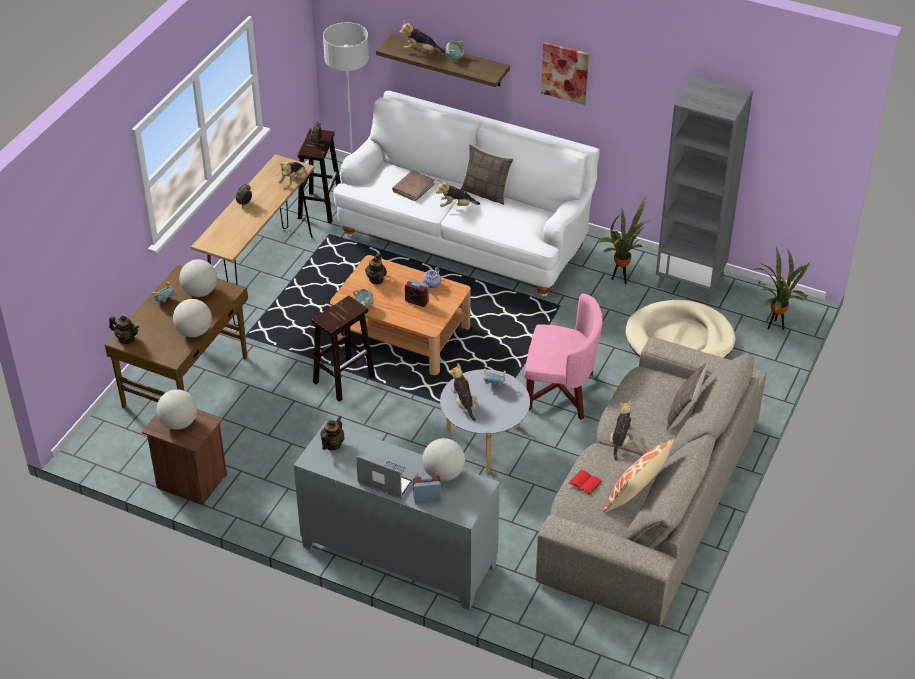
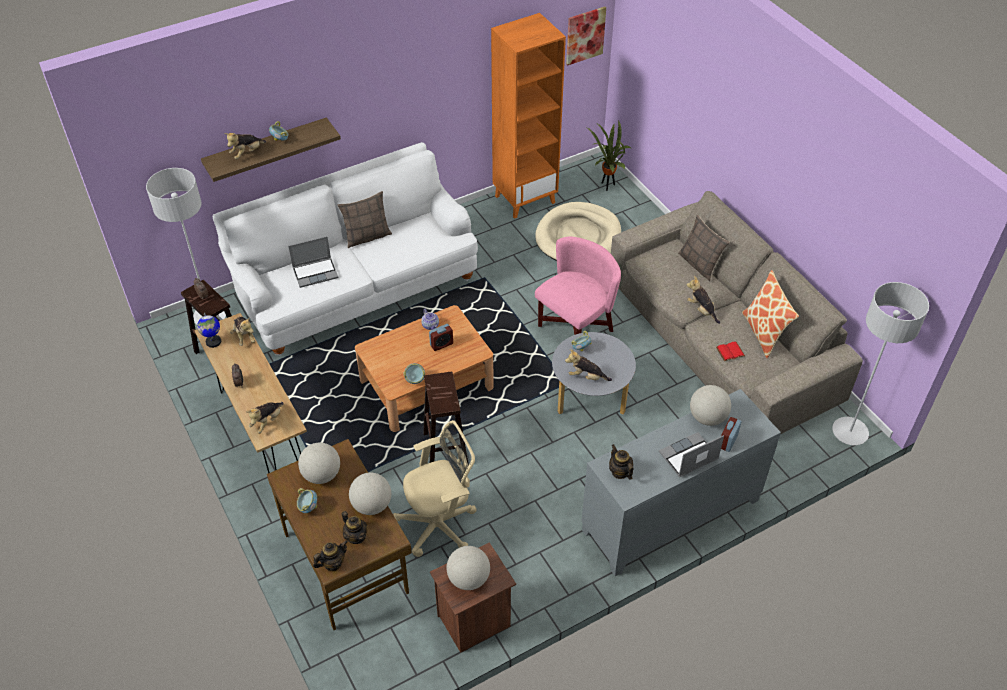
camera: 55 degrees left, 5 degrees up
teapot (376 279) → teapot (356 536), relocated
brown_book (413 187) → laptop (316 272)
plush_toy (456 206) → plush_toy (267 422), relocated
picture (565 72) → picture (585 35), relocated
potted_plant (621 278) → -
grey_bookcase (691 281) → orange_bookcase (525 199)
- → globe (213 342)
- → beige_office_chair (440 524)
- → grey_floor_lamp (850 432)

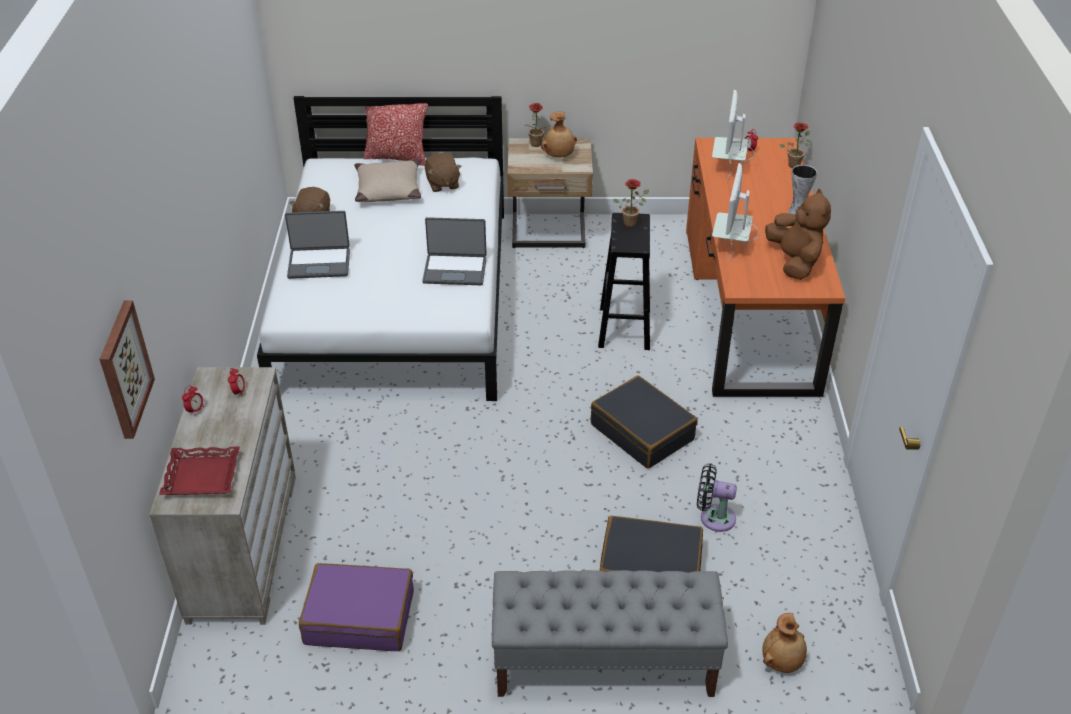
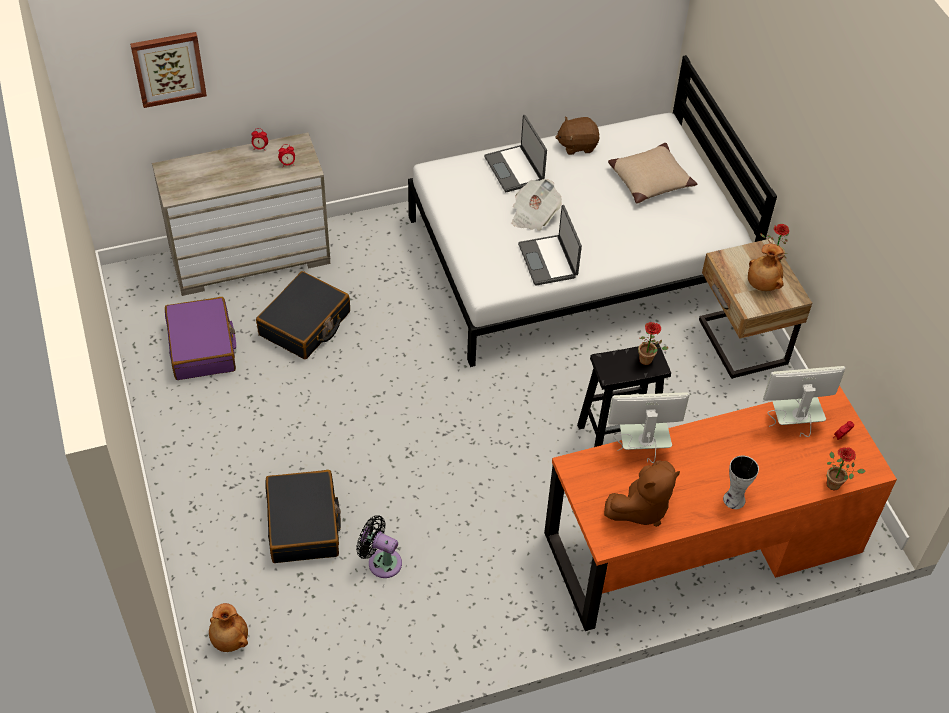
camera: 70 degrees right, 10 degrees up
red_tray (201 476) → -
pillow (397 157) → -
brown_plush_toy (442 184) → -
grey_bench (603 663) → -
black_suitcase (642 432) → black_suitcase (305 324), relocated
black_fan (713 517) → black_fan (381 561), 60 degrees counterclockwise
- → newspaper (533 215)

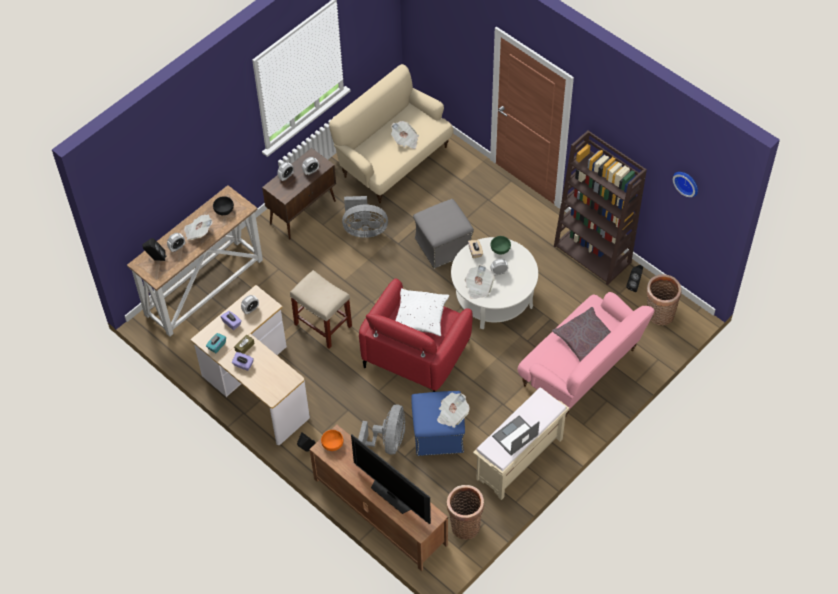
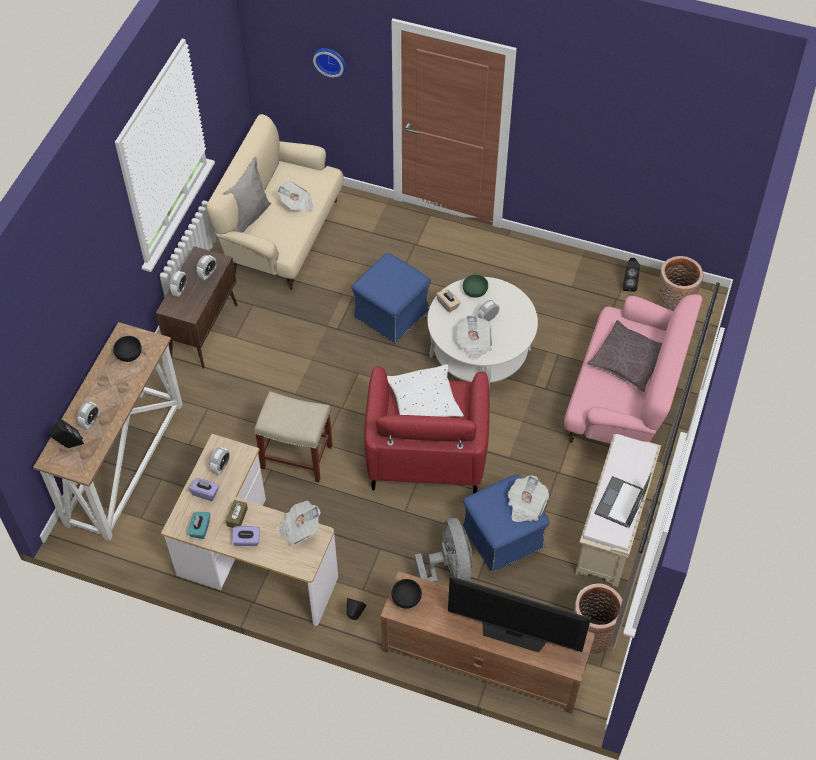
camera: 25 degrees left, 0 degrees up
newspaper (198 232) → newspaper (299 528), relocated
orange_bowl (332 444) → black_bowl (406 598)
grey_fan (364 230) → -
grey_ottoman (442 246) → blue_ottoman (391 314)
brown_bookcase (593 254) → -
wall_clock (687 182) → wall_clock (330 60), relocated
- → grey_pillow (250 217)

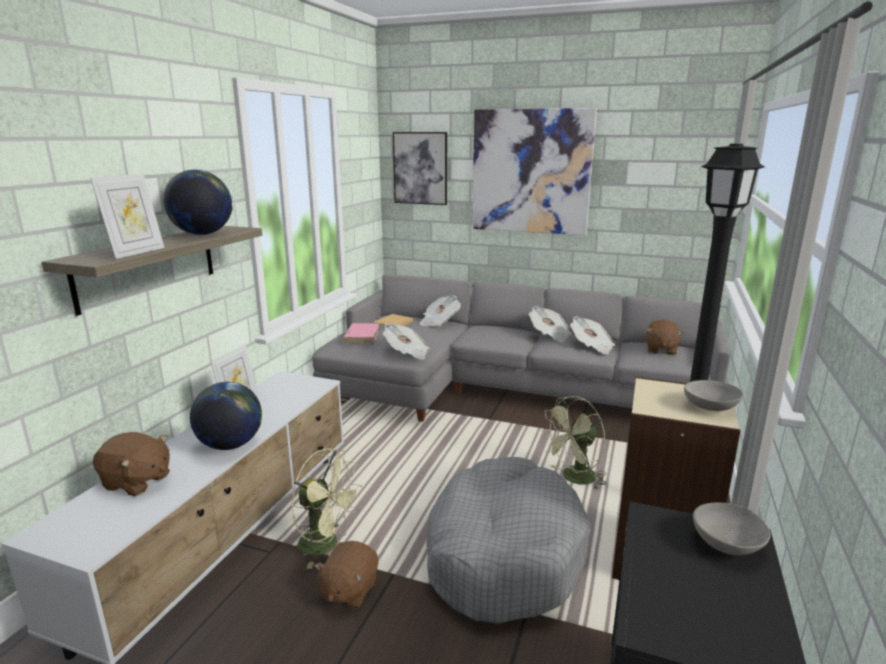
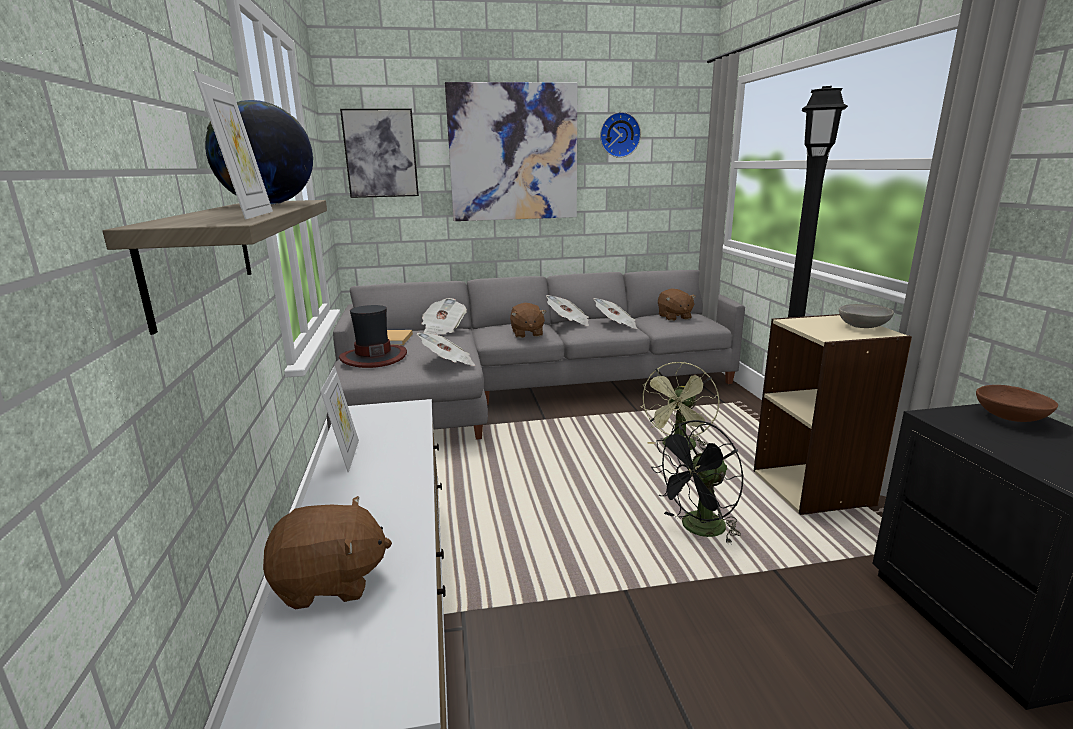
camera: 30 degrees left, 0 degrees up
globe (230 445) → -
green_fan (326 544) → -
brown_plush_toy (348 590) → brown_plush_toy (527 334), relocated
pink_book (361 336) → hat (373 357)
grey_dog_bed (503 553) → black_fan (698 529)
grey_bowl (726 544) → brown_bowl (1009 418)
- → wall_clock (619 135)

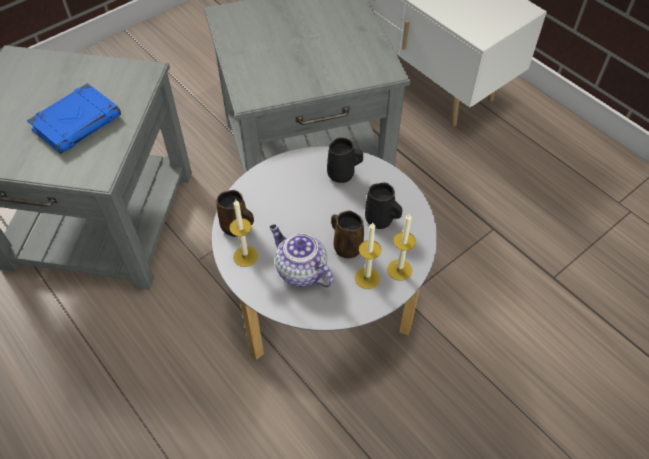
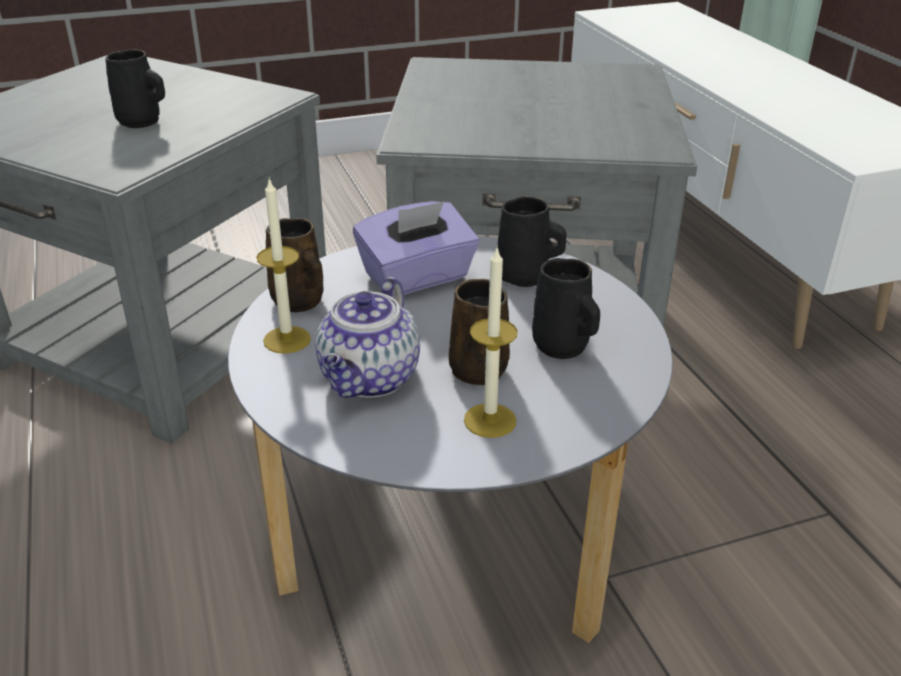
camera: 20 degrees right, 20 degrees down
blue_book (77 122) → black_mug (141 122)
teapot (300 270) → teapot (369 380), 135 degrees counterclockwise
candle (399 270) → -
- → purple_tissue_box (417 277)

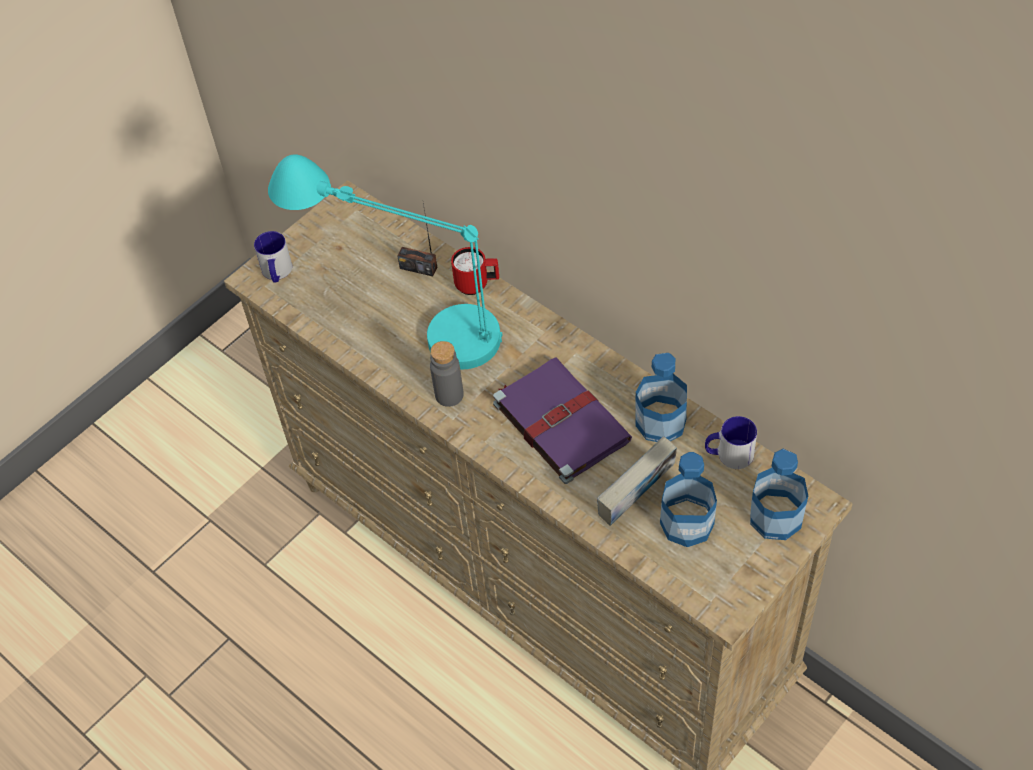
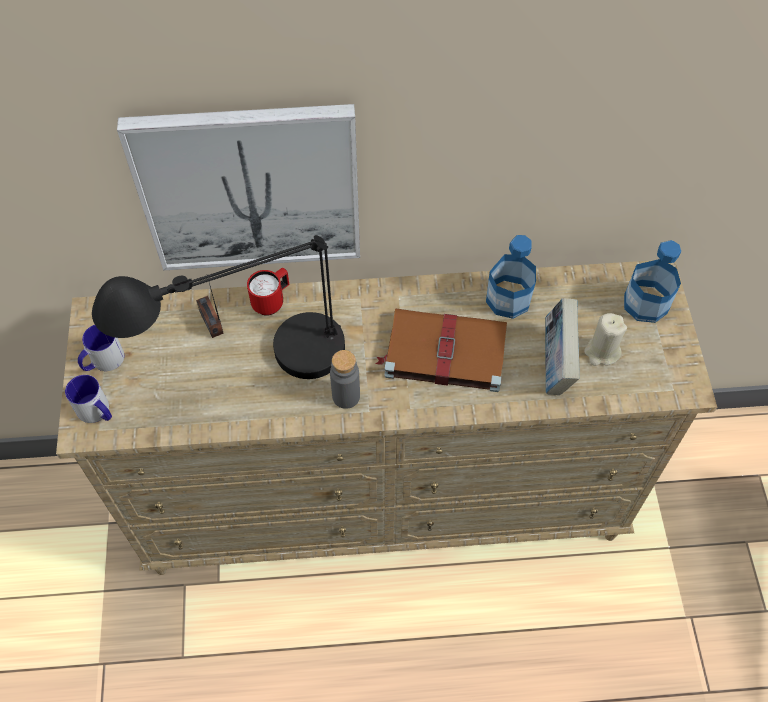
camera: 50 degrees left, 5 degrees up
turquoise_table_lamp (405 322) → black_table_lamp (249 369)
radio (418 267) → radio (211 322), 90 degrees clockwise
purple_book (559 420) → brown_book (443 351)
bottle (687 523) → beige_candle (601 352)
mug (728 455) → mug (103 361), relocated
- → picture (250 188)

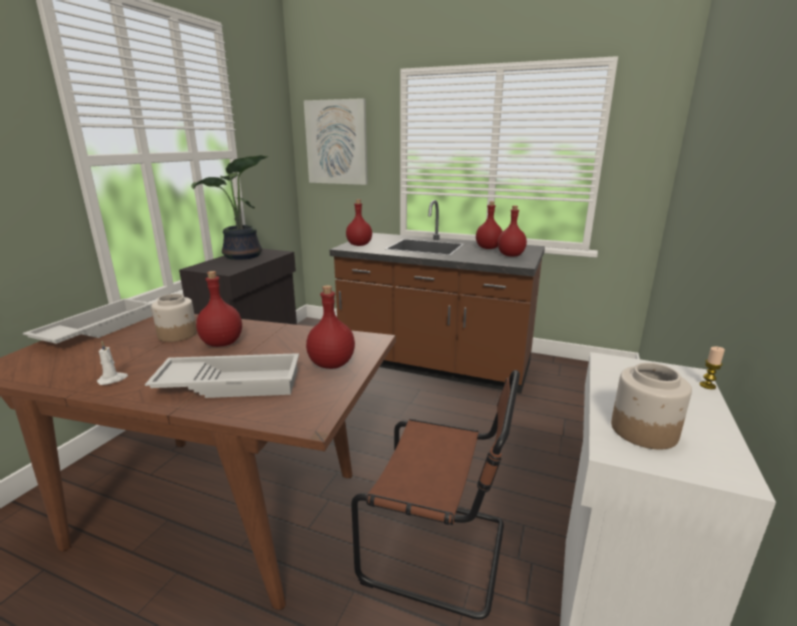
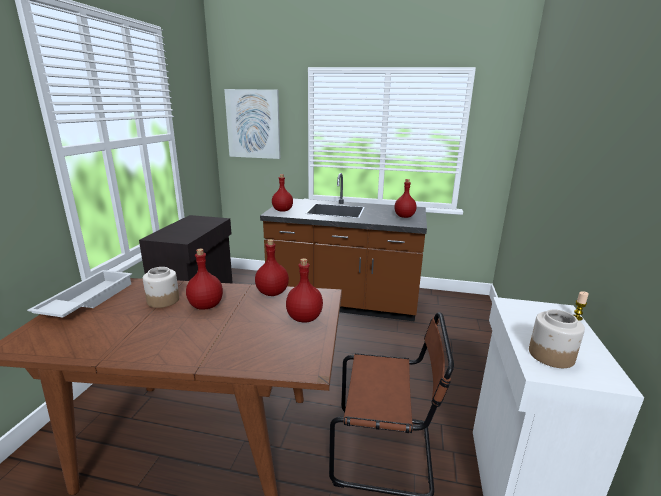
camera: 10 degrees left, 0 degrees up
white_candle (113 379) → -
white_tray (231 383) → -
potted_plant (243 256) → -
red_bottle (488 248) → red_bottle (272 293), relocated

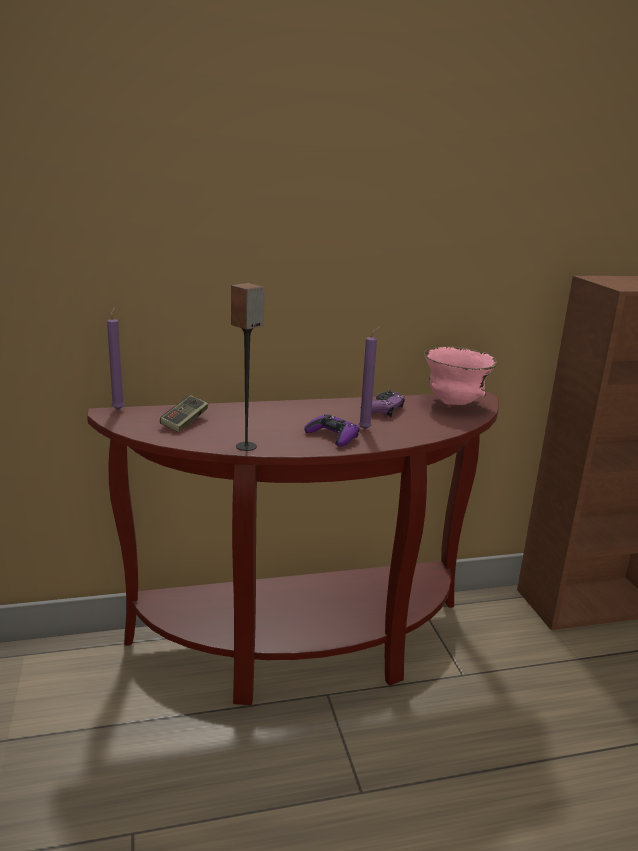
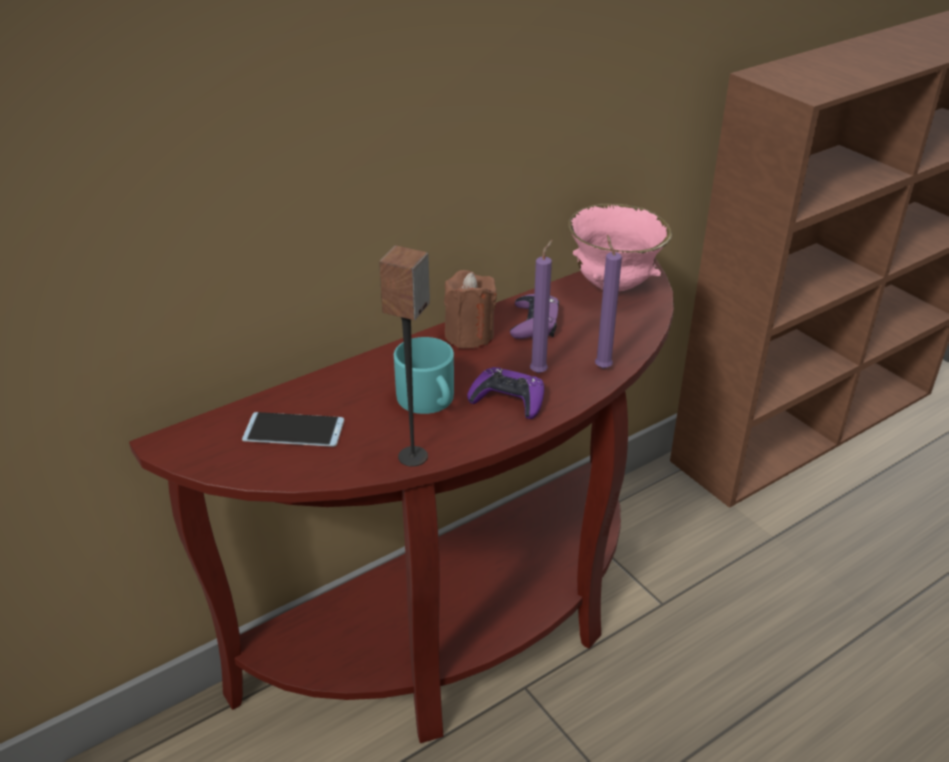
camera: 20 degrees left, 15 degrees up
purple_candle (119 409) → purple_candle (602 366), relocated
game_controller (185 422) → phone (294 430)
- → turquoise_mug (429 400)
- → brown_candle (469 335)

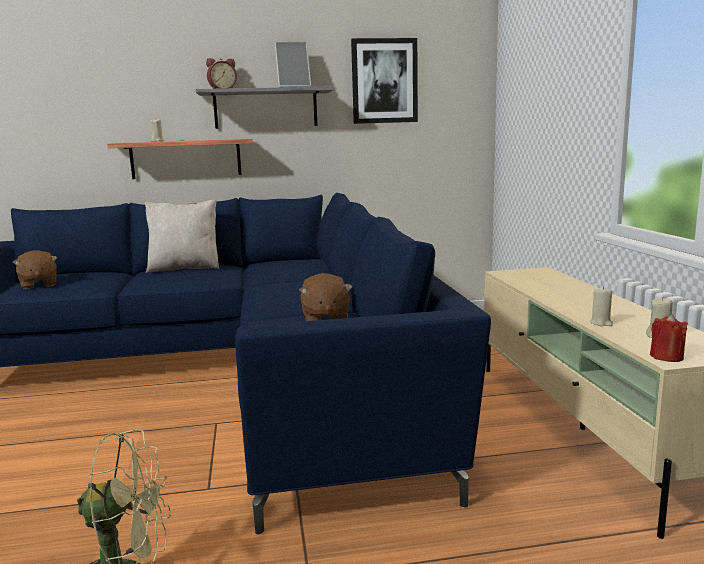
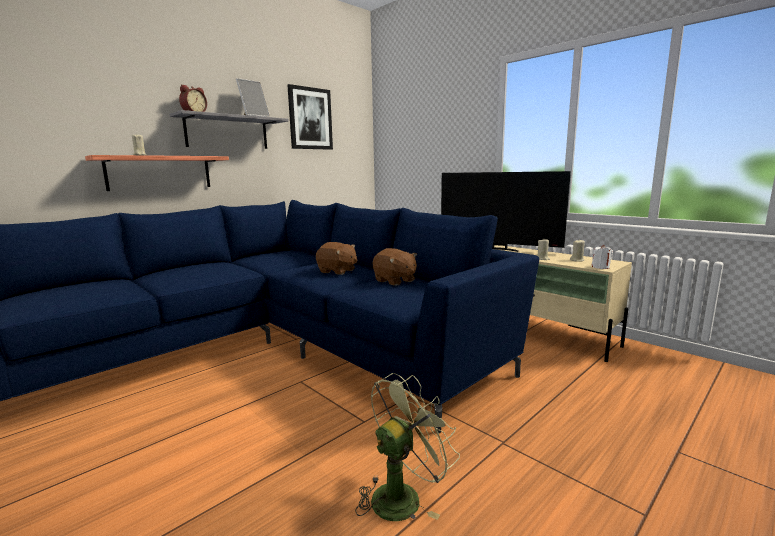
camera: 35 degrees left, 0 degrees up
brown_plush_toy (38 285) → brown_plush_toy (337 271), relocated
beige_pillow (185 268) → -
red_candle (666 357) → white_candle (600 267)
- → television (498 249)

